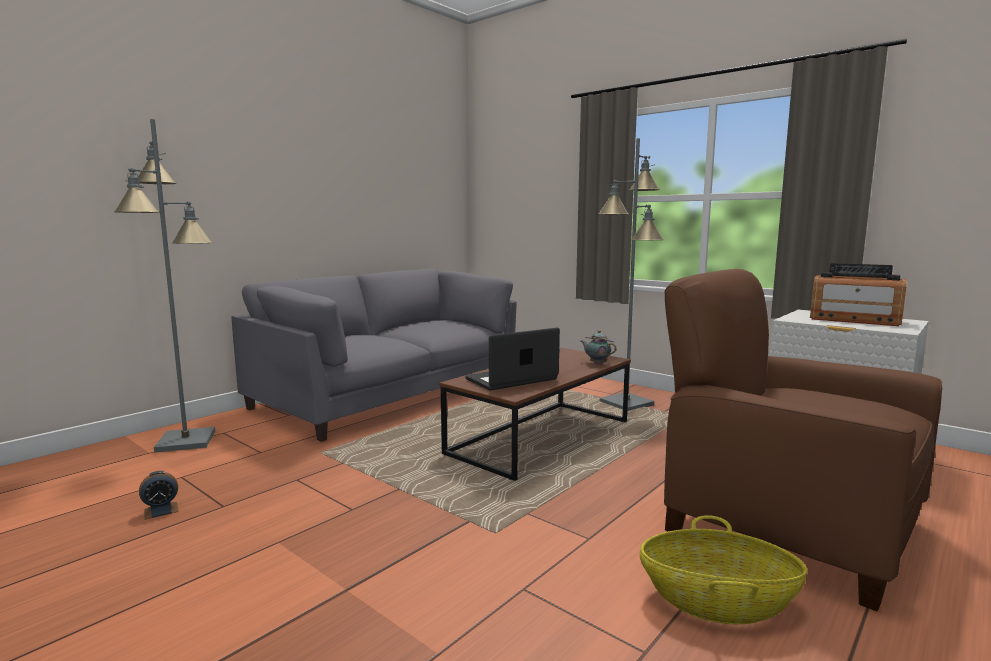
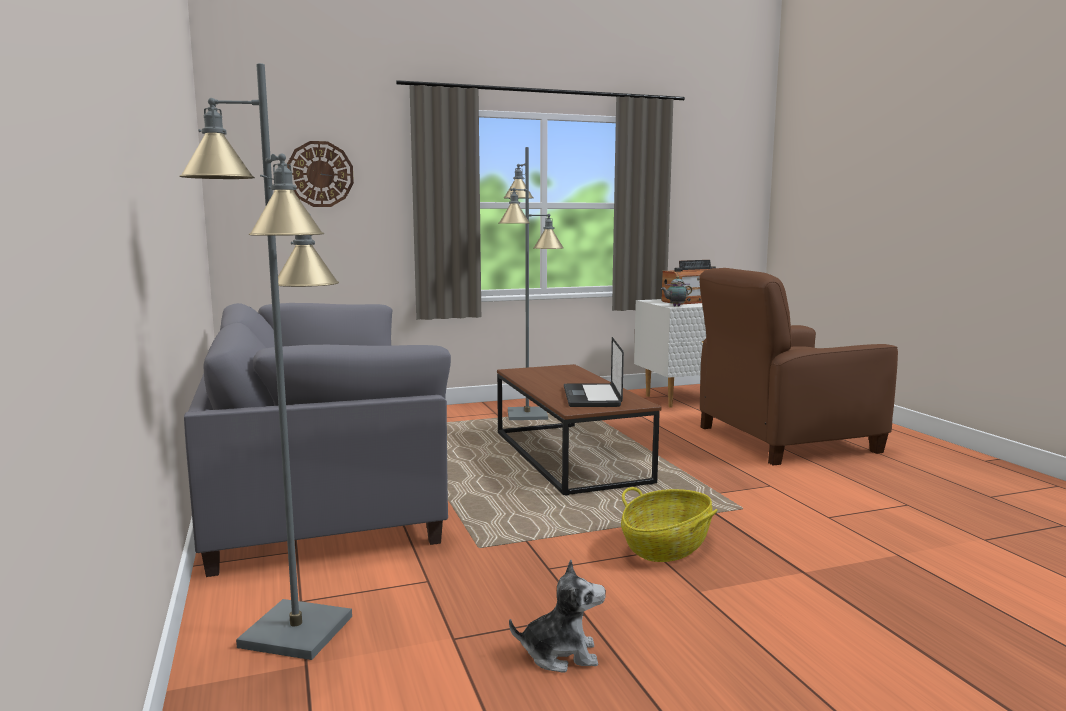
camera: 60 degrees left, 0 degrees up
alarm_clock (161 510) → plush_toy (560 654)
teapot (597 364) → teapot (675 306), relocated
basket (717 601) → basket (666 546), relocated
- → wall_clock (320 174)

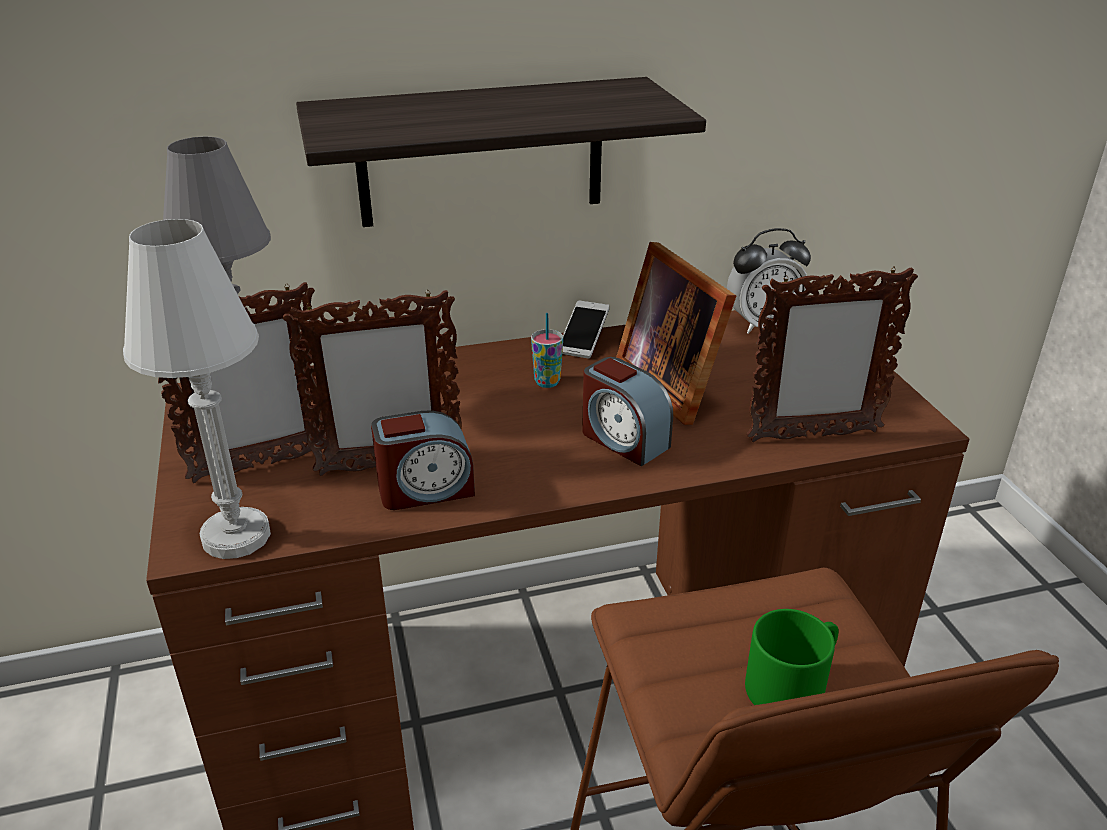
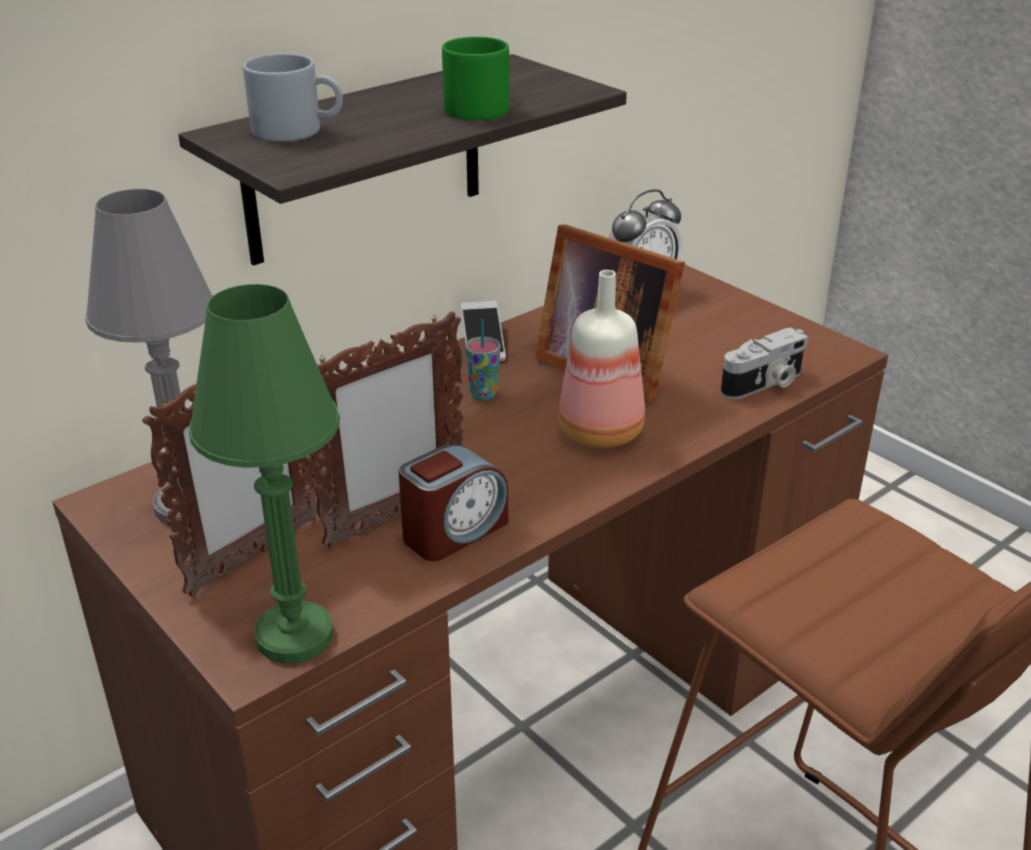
camera: 25 degrees left, 0 degrees up
white_table_lamp (236 536) → green_table_lamp (294 636)
alarm_clock (623 440) → bottle (603 431)
green_mug (792 682) → green_mug (481 106), relocated
picture_frame (812 436) → photo_camera (764 384)
- → grey_mug (298 130)

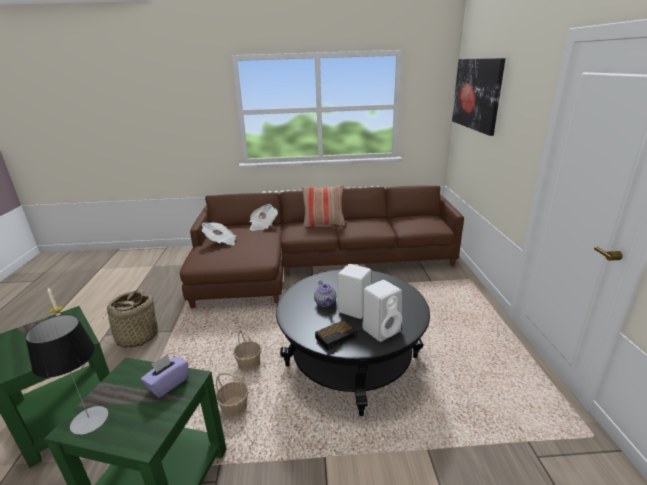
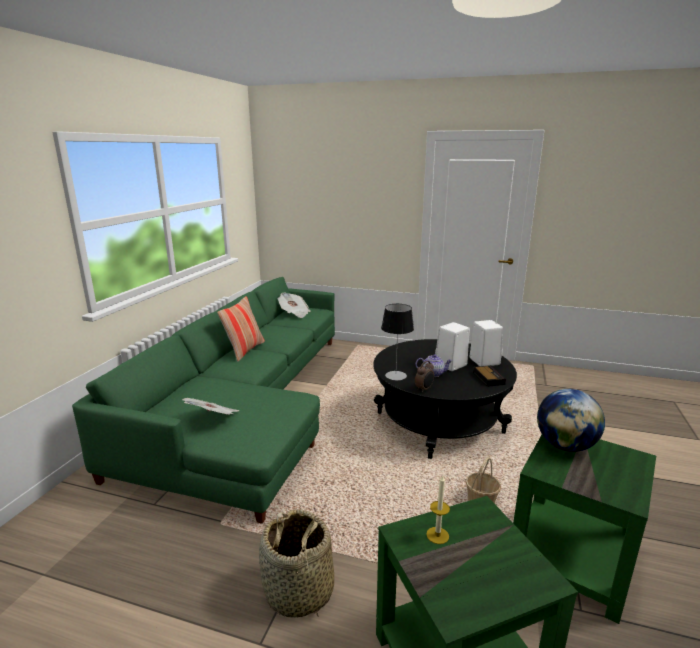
camera: 70 degrees left, 5 degrees down
table_lamp (89 420) → table_lamp (395 375), relocated
purple_tissue_box (168 384) → globe (565 446)
brown_sofa (313 264) → green_sofa (248 407)
basket (249 364) → -
newspaper (262 225) → newspaper (294 313), relocated
picture (476 94) → -
- → alarm_clock (424 389)

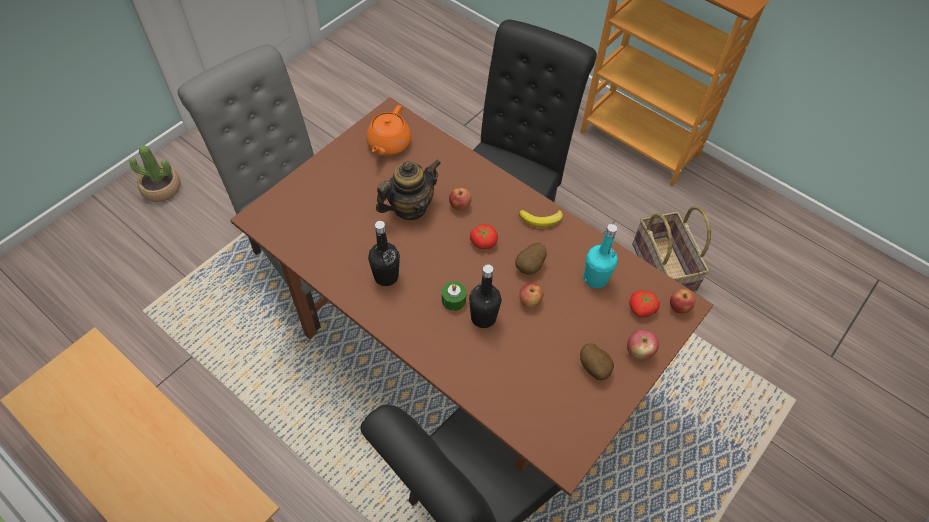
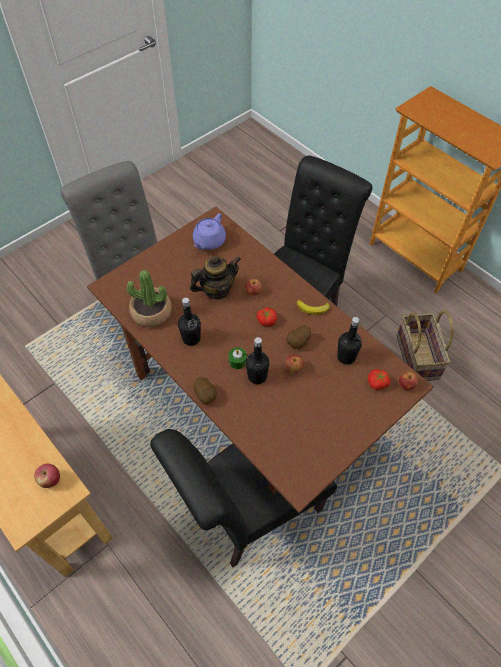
camera: 10 degrees right, 0 degrees up
potted_plant (161 189) → potted_plant (151 312), relocated
orange_teapot (388 144) → purple_teapot (209 241)
potato (595 368) → potato (206 395), relocated
turquoise_bottle (595 278) → black_bottle (346 357)
apple (638 352) → apple (50 480), relocated

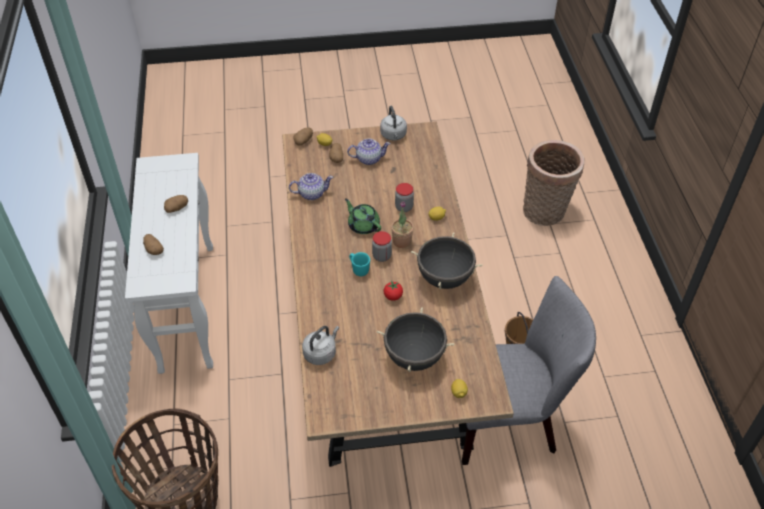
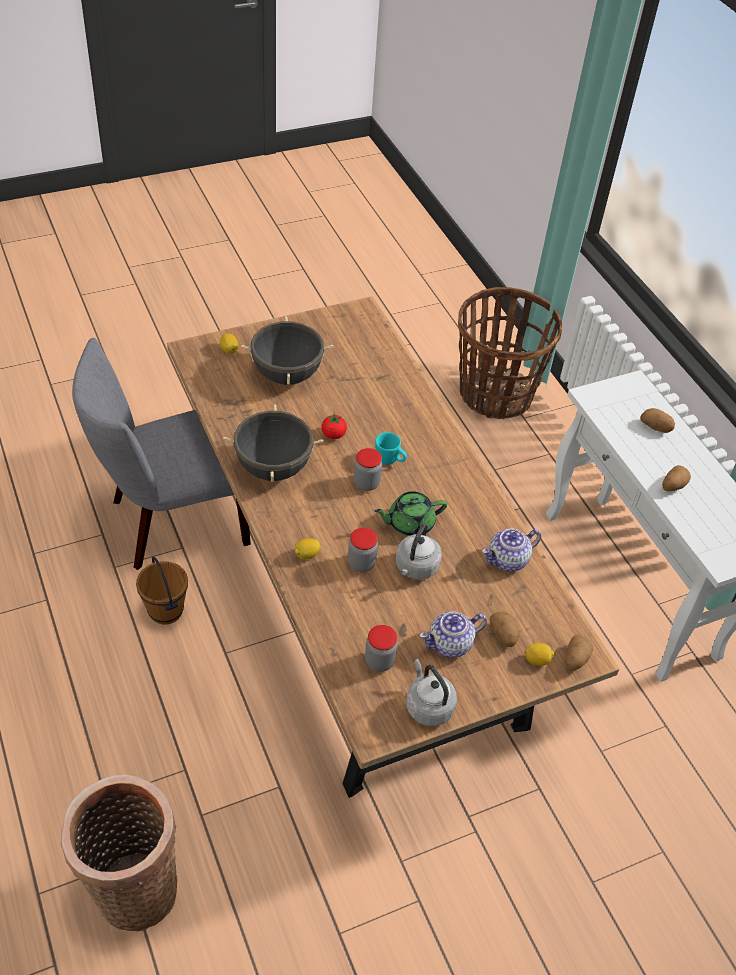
camera: 160 degrees right, 0 degrees up
grey_kettle (321 353) → grey_kettle (415 568), relocated
green_teapot (363 225) → green_teapot (409 523), 135 degrees clockwise
potted_plant (402 241) → -
- → jar (379 661)

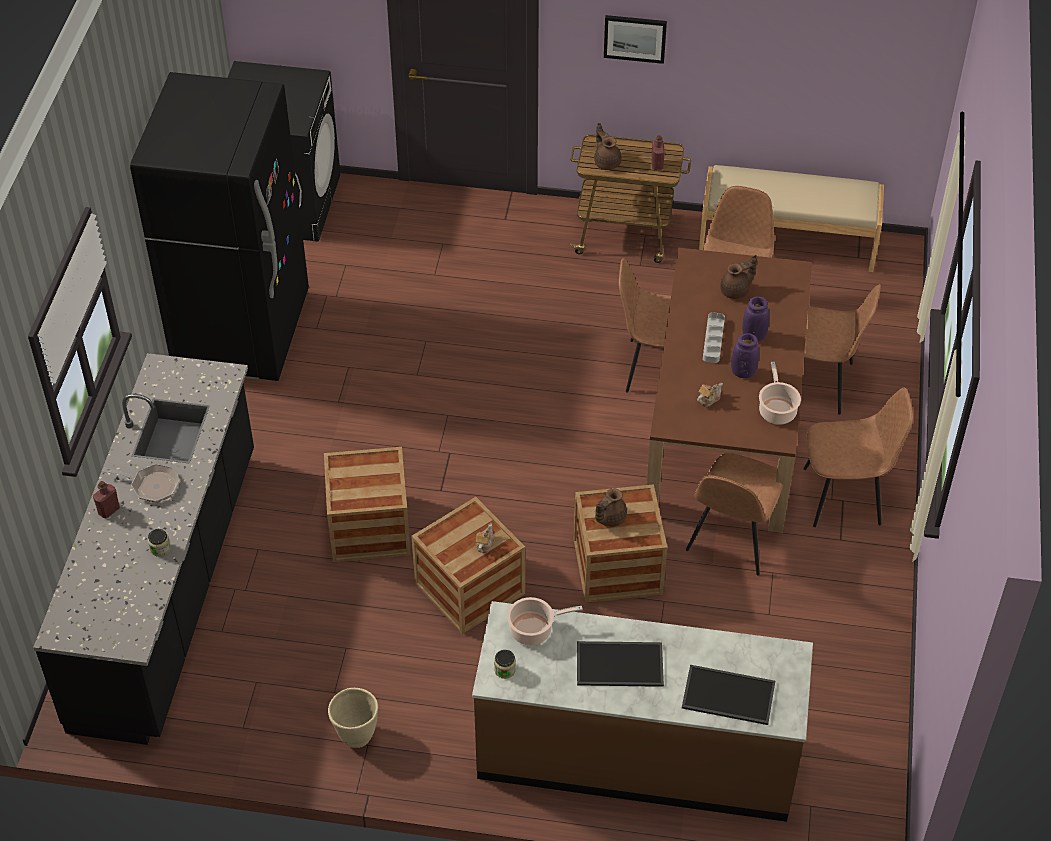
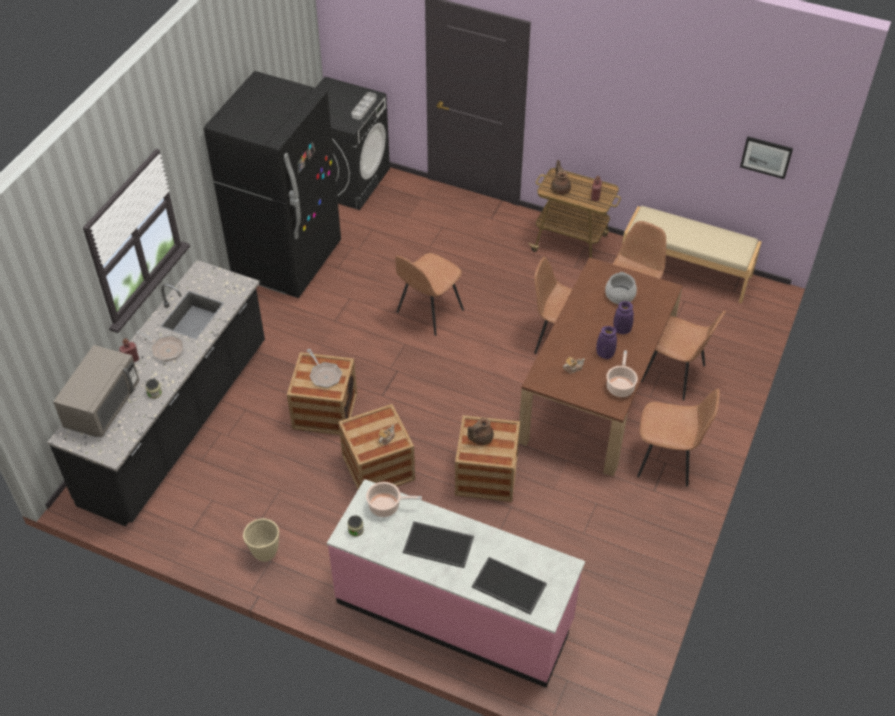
camera: 15 degrees right, 0 degrees up
brown_counter (637 754) → pink_counter (454 612)
picture (635 38) → picture (766 157), relocated
brown_chair (732 540) → brown_chair (428 312), relocated
grey_tray (713 340) → grey_tray (364 107), relocated
brown_teapot (736 291) → cooking_pot (620 295)
- → grey_microwave (102 406)
- → frying_pan (324 375)

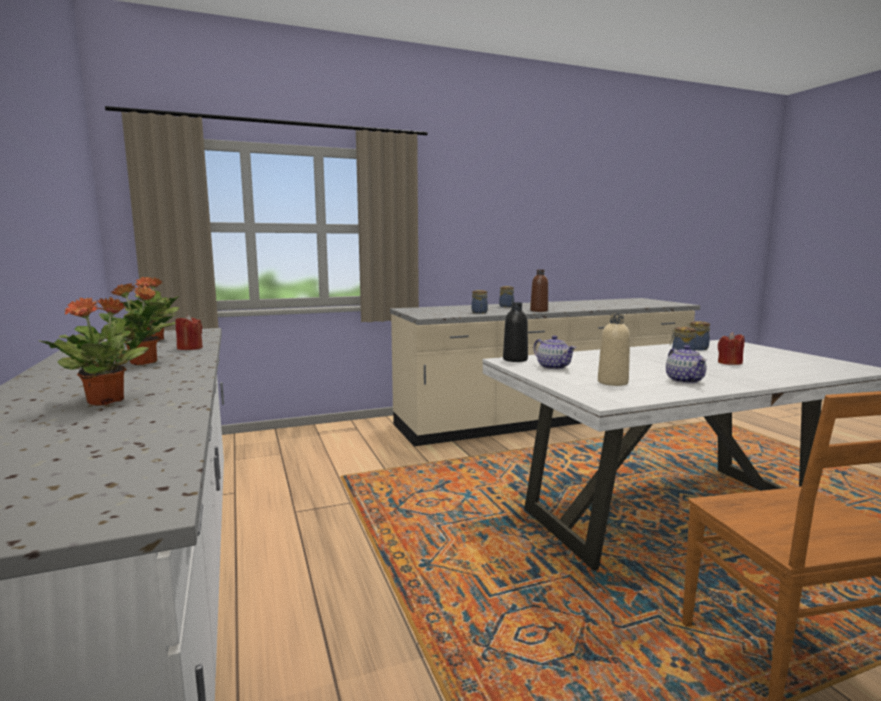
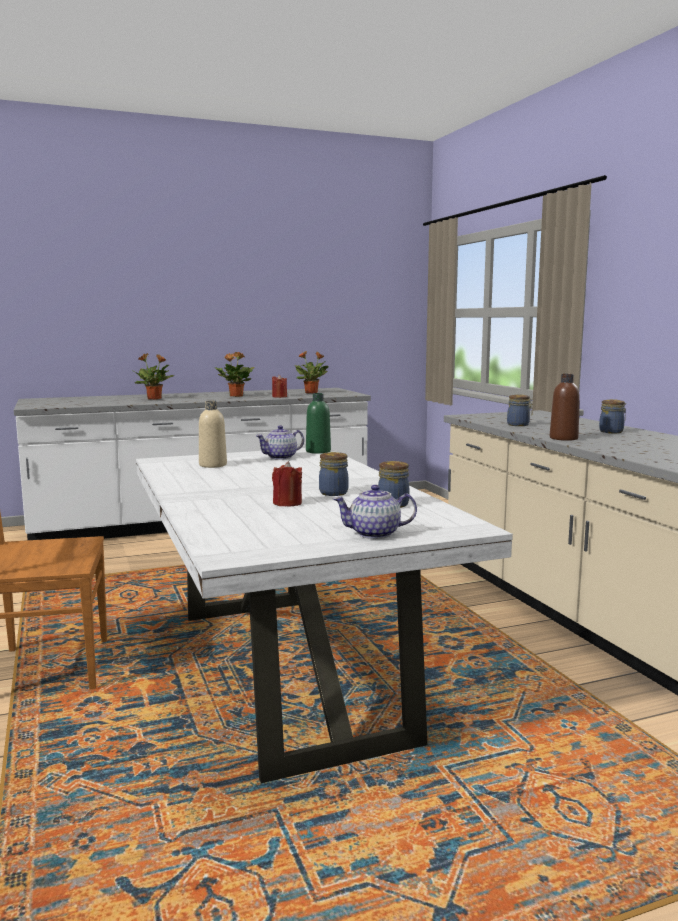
camera: 90 degrees right, 0 degrees up
black_bottle (515 359) → green_bottle (318 451)
teapot (684 380) → teapot (375 534), relocated

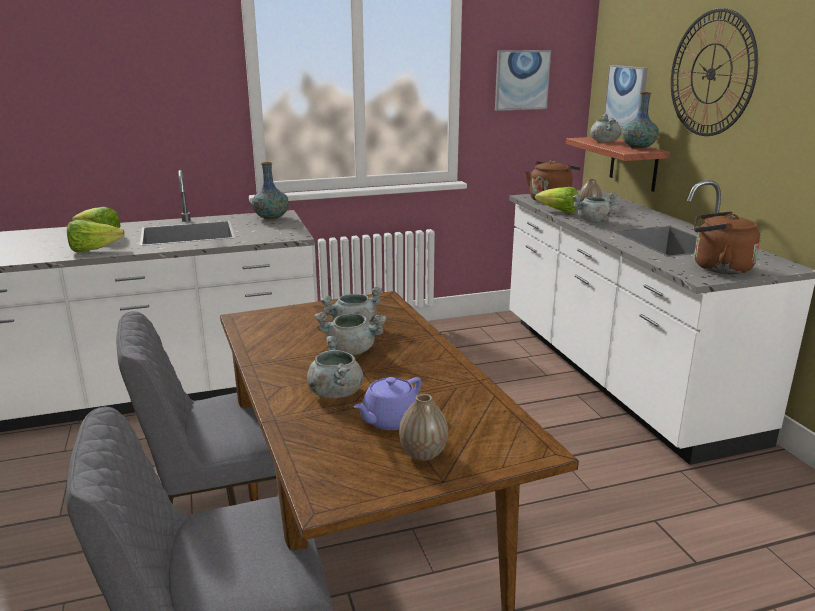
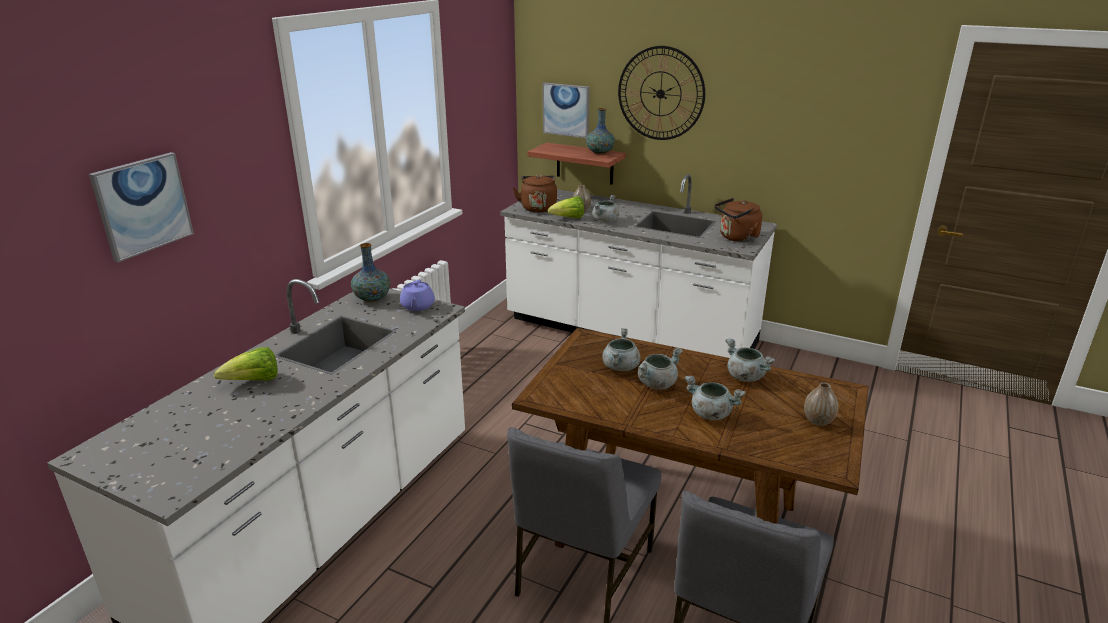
camera: 45 degrees left, 5 degrees up
lettuce (93 250) → -
purple_teapot (389 420) → purple_teapot (417 306), relocated
picture (521 80) → picture (142 205), relocated
grey_cooking_pot (604 141) → grey_cooking_pot (745 376), relocated

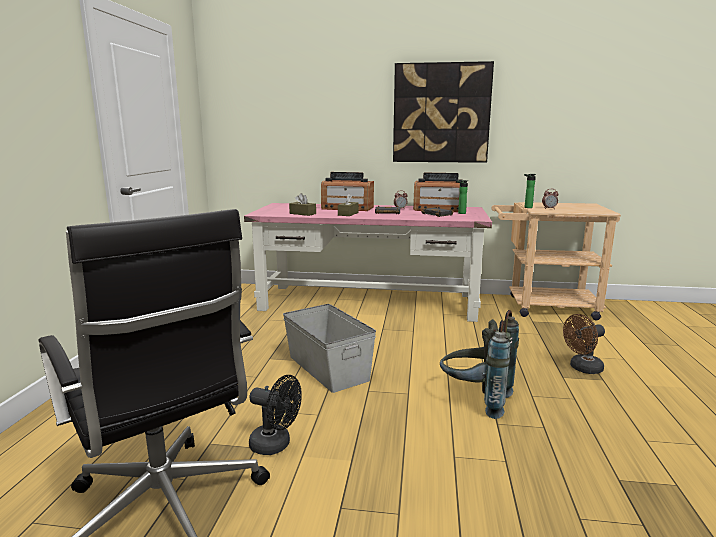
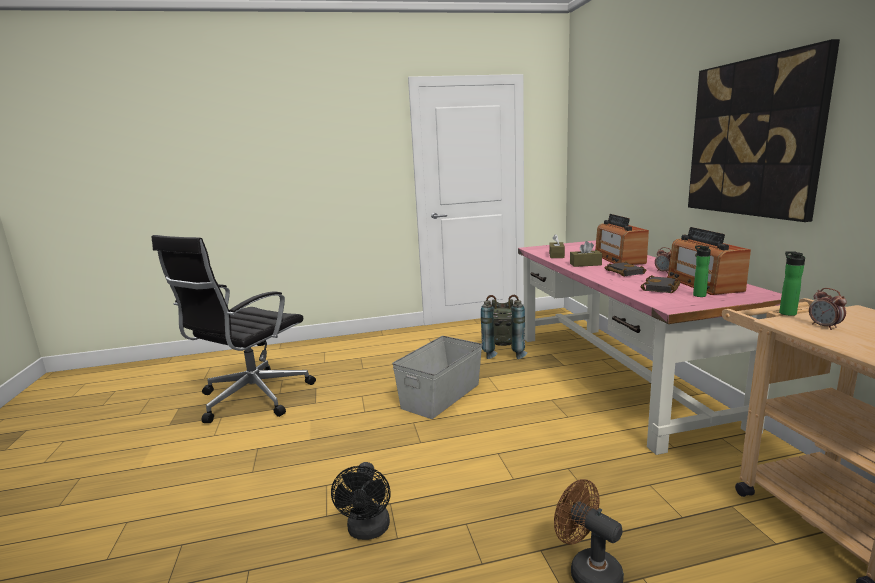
camera: 70 degrees right, 0 degrees up
black_fan (276 445) → black_fan (368 531), relocated
grey_backpack (475 400) → grey_backpack (503 352), relocated

